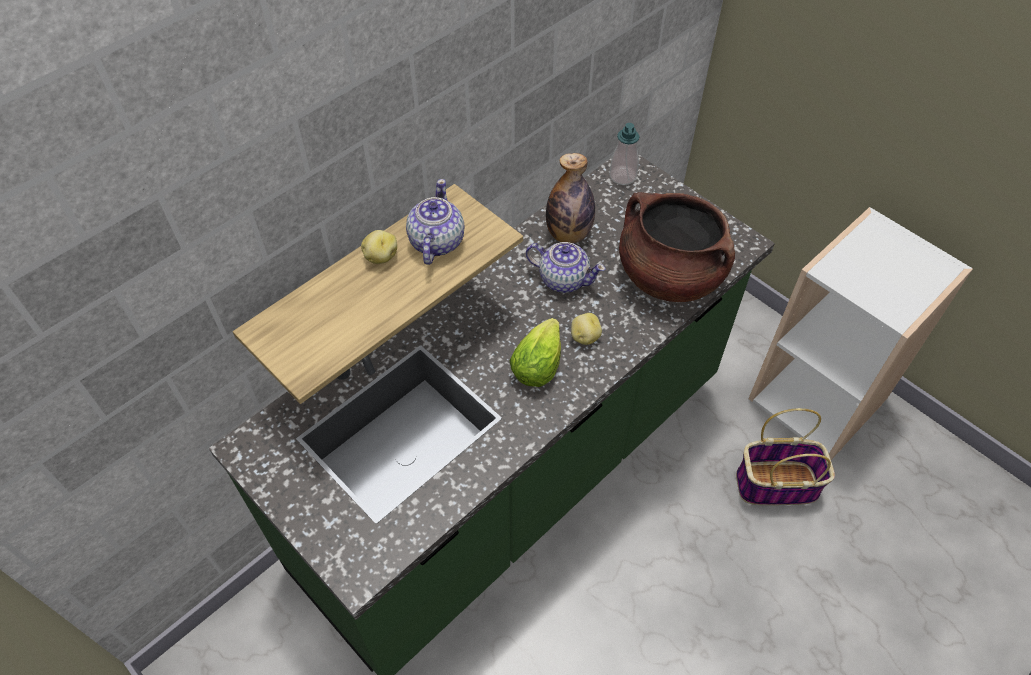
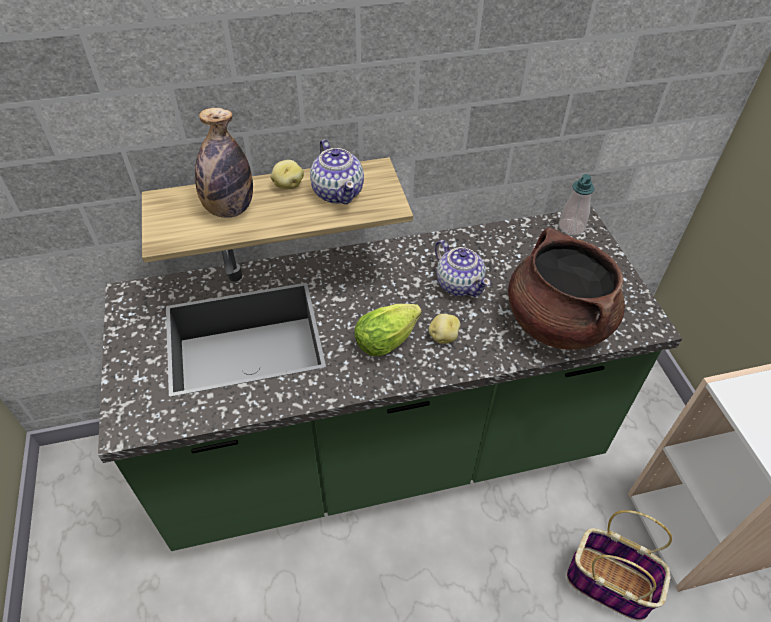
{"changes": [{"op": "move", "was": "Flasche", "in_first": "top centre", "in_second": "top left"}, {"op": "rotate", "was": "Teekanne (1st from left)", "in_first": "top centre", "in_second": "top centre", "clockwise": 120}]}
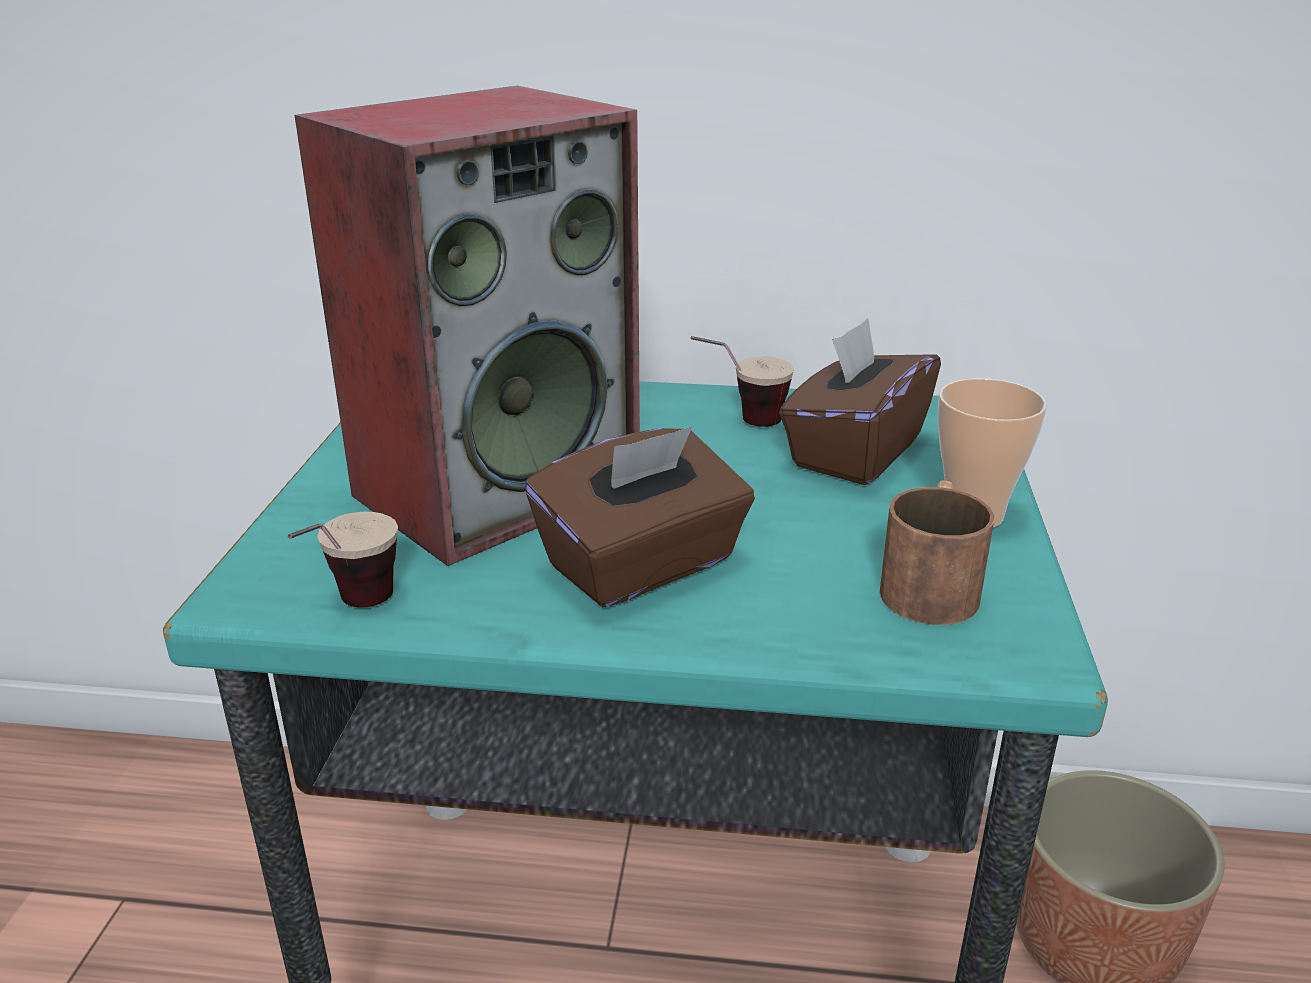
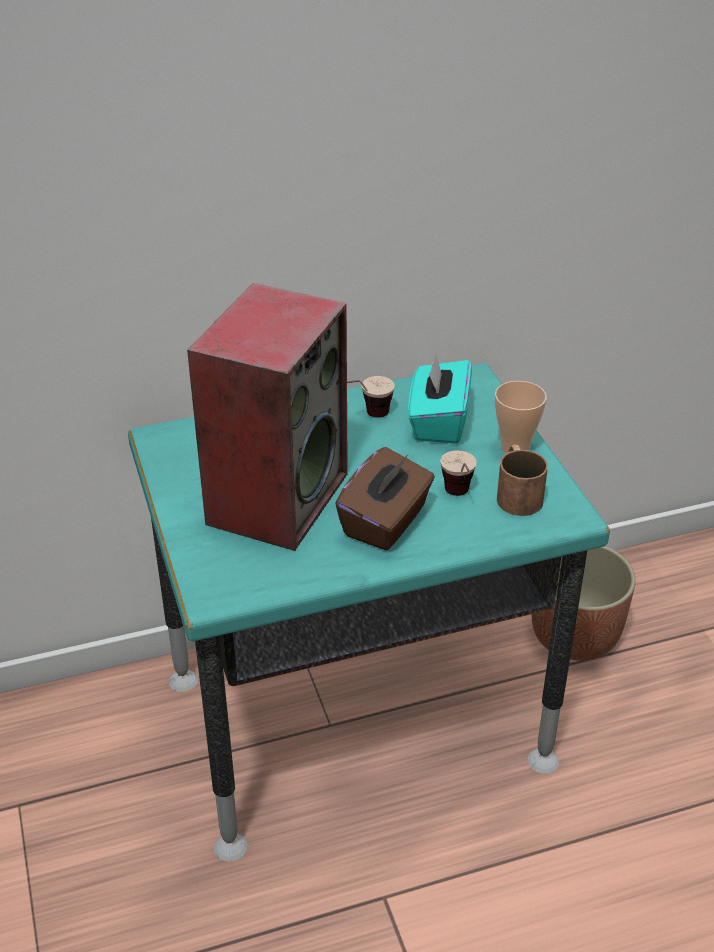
{"changes": [{"op": "recolor", "was": "Taschentuchbox (braun) (2nd from left)", "now": "Taschentuchbox (türkis)", "in_first": "centre", "in_second": "centre"}, {"op": "move", "was": "Tasse (1st from left in the first image)", "now": "Tasse (2nd from left)", "in_first": "middle left", "in_second": "centre"}]}
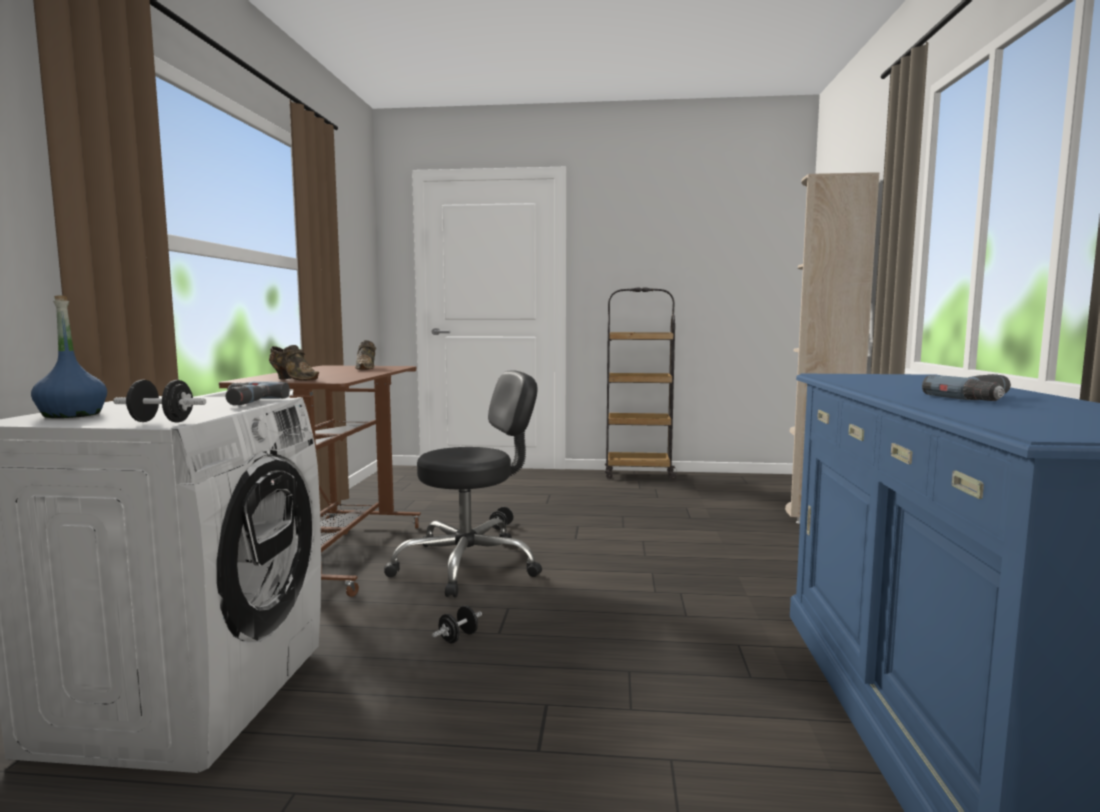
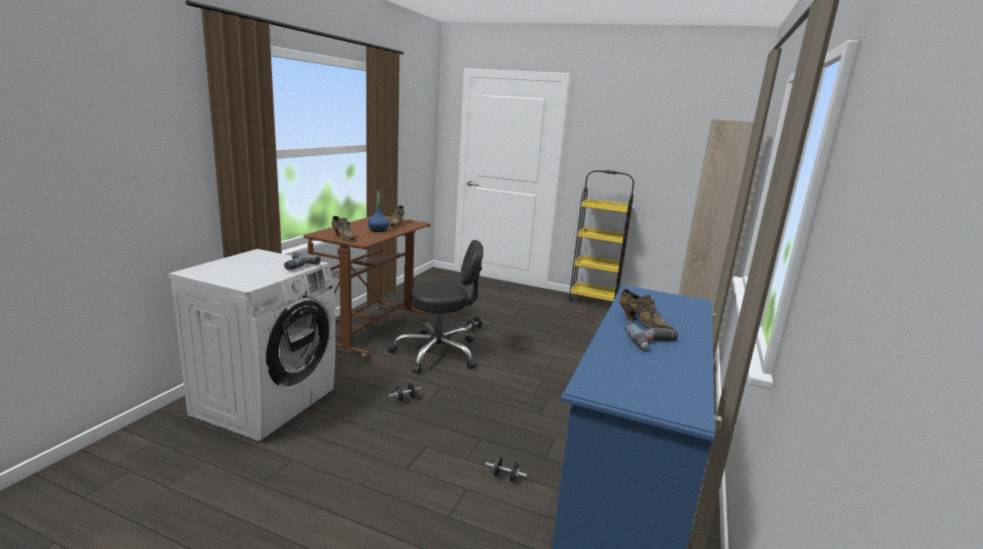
{"changes": [{"op": "recolor", "was": "Rollwagen (braun)", "now": "Rollwagen (gelb)", "in_first": "centre", "in_second": "centre"}, {"op": "move", "was": "Flasche (blau)", "in_first": "middle left", "in_second": "centre"}, {"op": "move", "was": "Hantel (schwarz) (1st from left in the first image)", "now": "Hantel (schwarz) (3rd from left)", "in_first": "middle left", "in_second": "bottom centre"}, {"op": "insert", "now": "Schuh (braun) (3rd from left)", "in_second": "centre"}]}
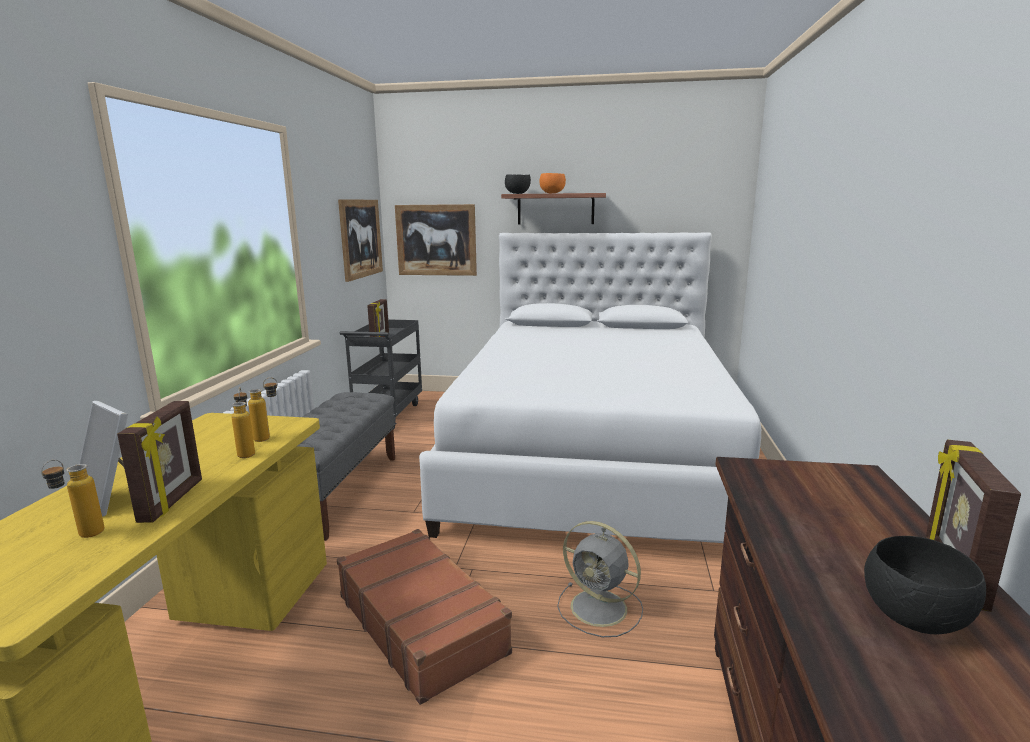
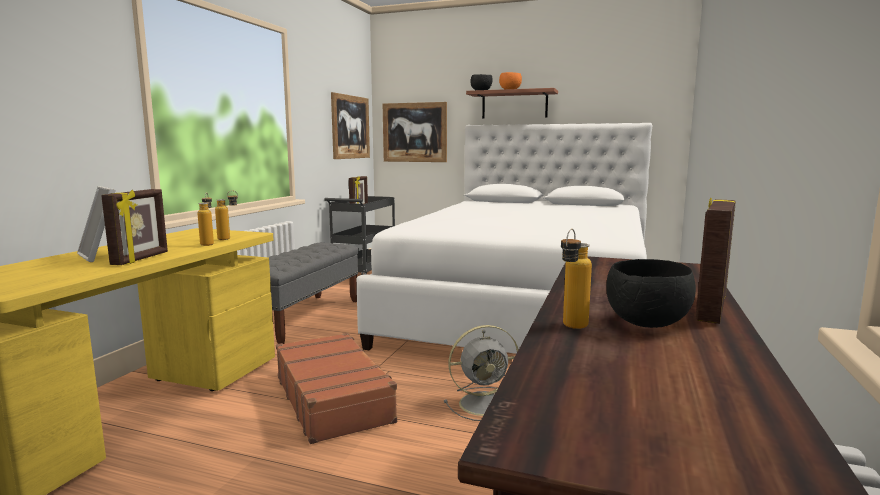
{"changes": [{"op": "move", "was": "Flasche (1st from left in the first image)", "now": "Flasche (3rd from left)", "in_first": "bottom left", "in_second": "centre"}, {"op": "rotate", "was": "Ventilator (grau)", "in_first": "bottom centre", "in_second": "bottom centre", "clockwise": -60}]}
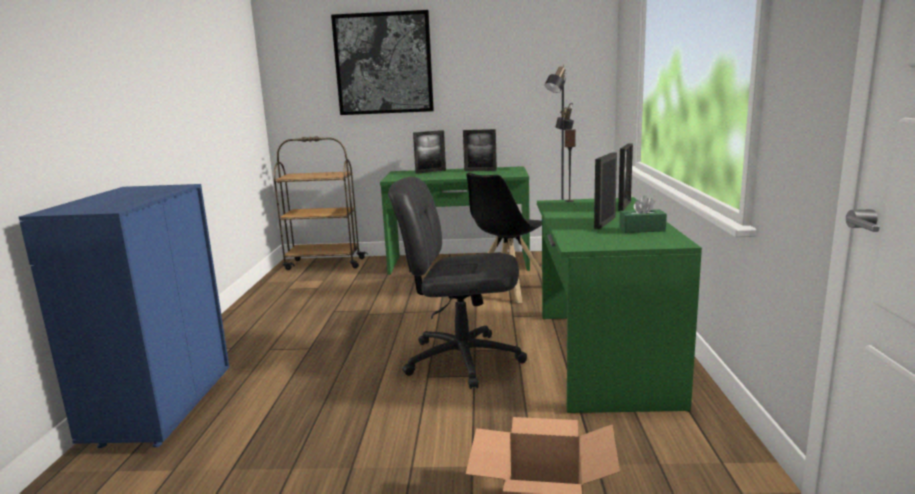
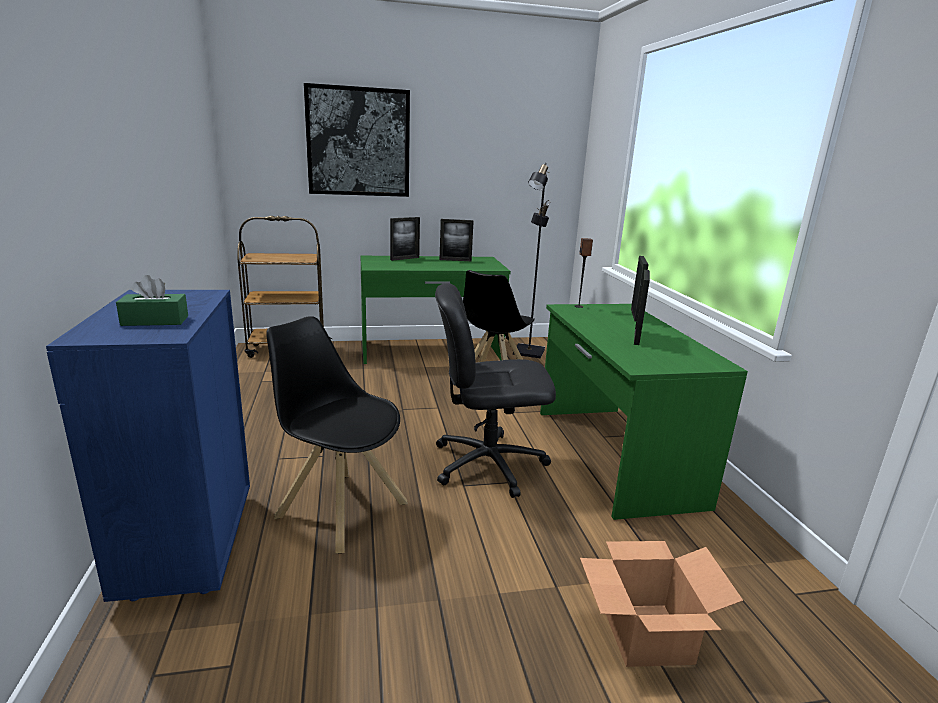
{"changes": [{"op": "move", "was": "Taschentuchbox (grün)", "in_first": "middle right", "in_second": "middle left"}, {"op": "insert", "now": "Stuhl (schwarz) (1st from left)", "in_second": "centre"}]}
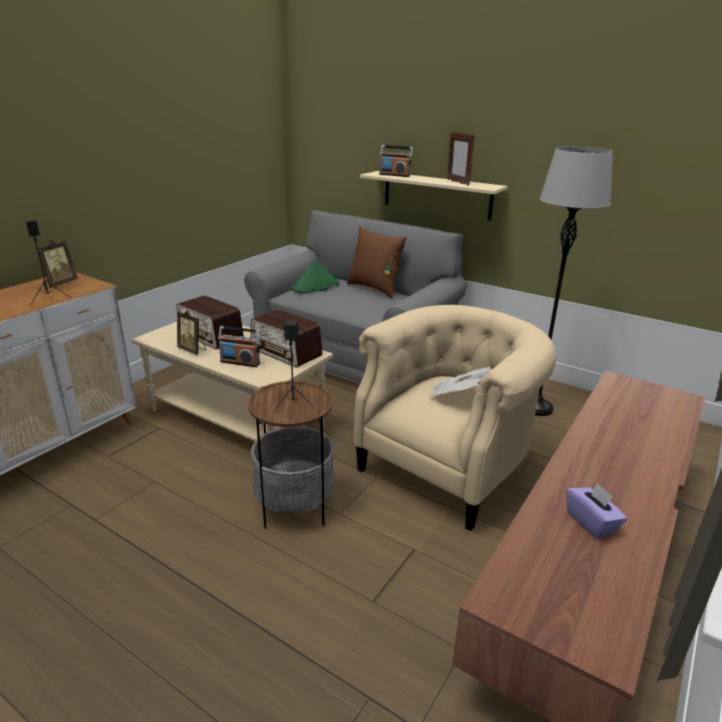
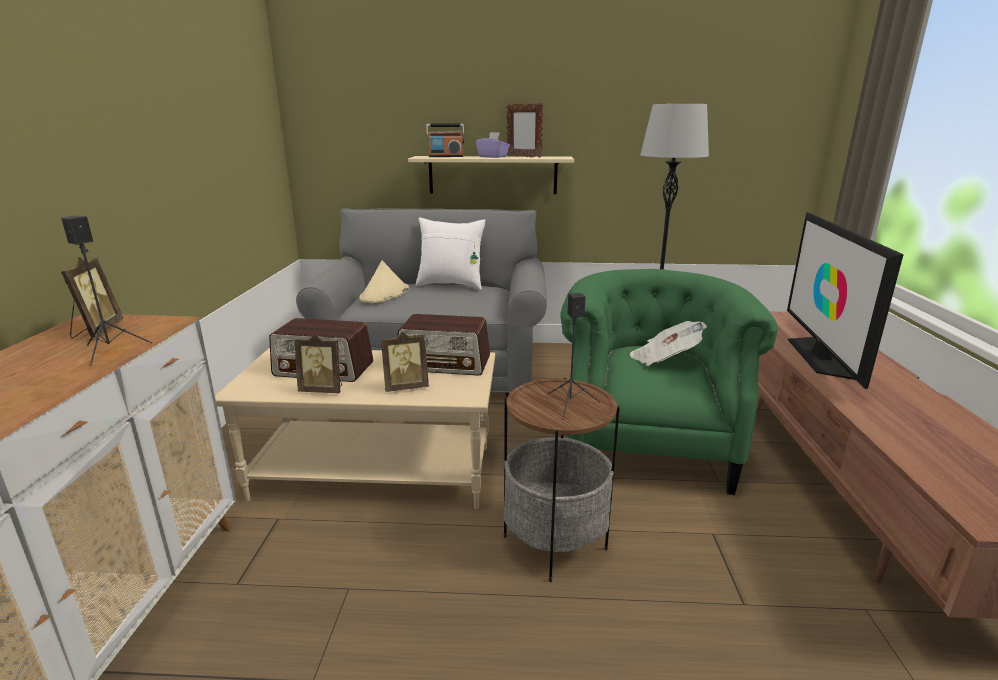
{"changes": [{"op": "recolor", "was": "Kissen (braun)", "now": "Kissen (weiß)", "in_first": "centre", "in_second": "centre"}, {"op": "recolor", "was": "Hut (grün)", "now": "Hut (beige)", "in_first": "centre", "in_second": "centre"}, {"op": "recolor", "was": "Sessel (beige)", "now": "Sessel (grün)", "in_first": "centre", "in_second": "middle right"}, {"op": "replace", "was": "Radio (2nd from left)", "now": "Bilderrahmen (3rd from left)", "in_first": "middle left", "in_second": "centre"}, {"op": "move", "was": "Taschentuchbox (lila)", "in_first": "bottom right", "in_second": "top centre"}, {"op": "insert", "now": "Fernseher", "in_second": "middle right"}]}
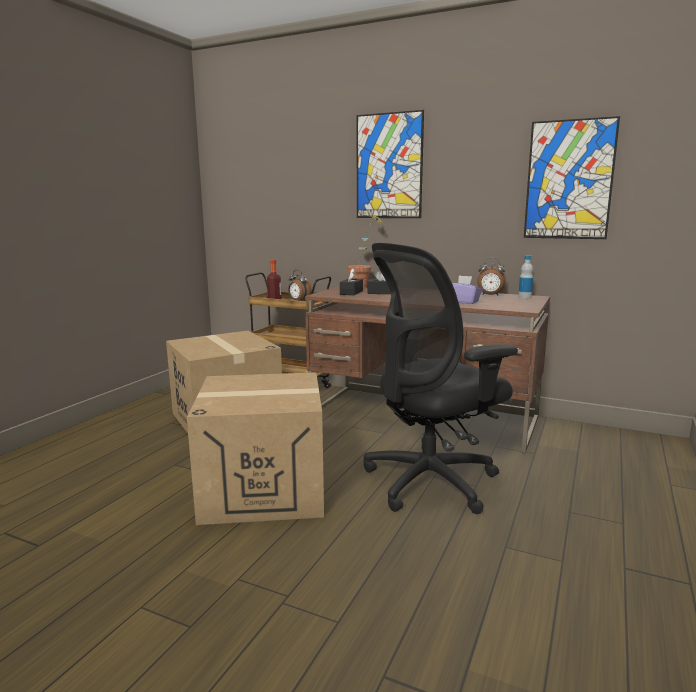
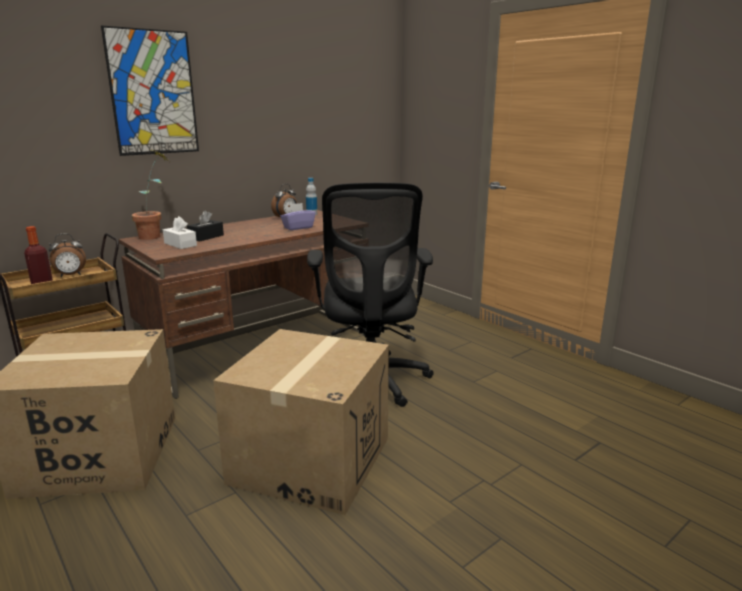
{"changes": [{"op": "delete", "was": "Bild (2nd from left)", "in_first": "top right"}, {"op": "recolor", "was": "Taschentuchbox (schwarz) (1st from left)", "now": "Taschentuchbox (weiß)", "in_first": "centre", "in_second": "middle left"}]}
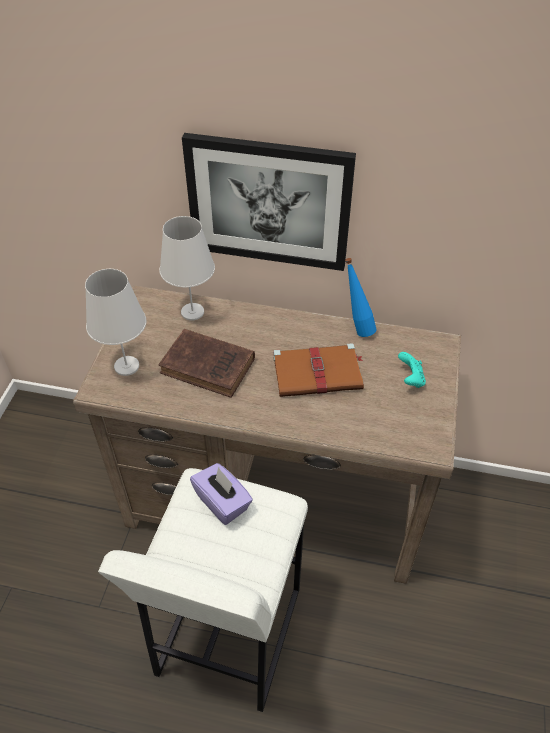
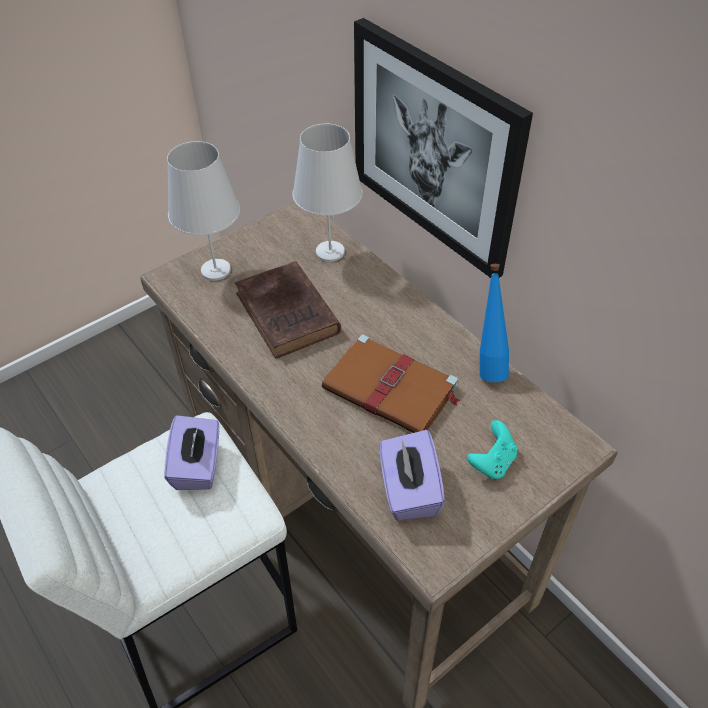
{"changes": [{"op": "insert", "now": "Taschentuchbox (lila) (2nd from left)", "in_second": "bottom centre"}]}
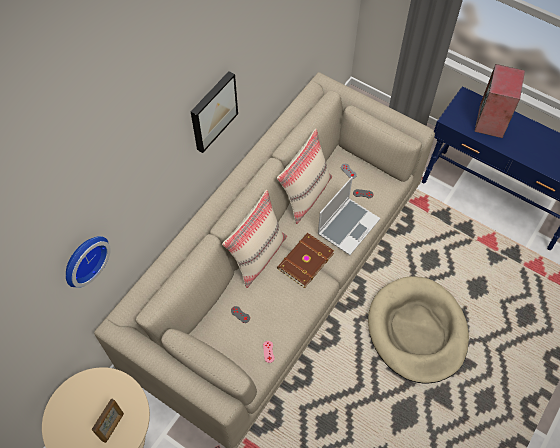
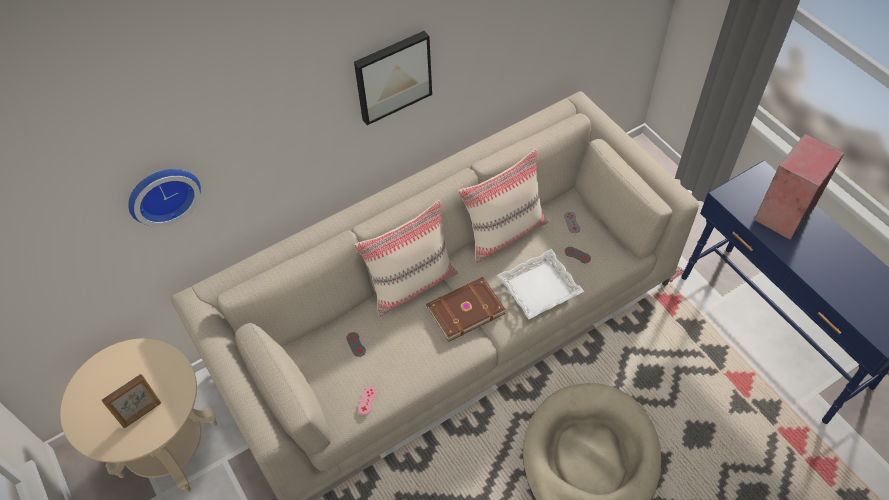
{"changes": [{"op": "replace", "was": "Laptop", "now": "Tablett (weiß)", "in_first": "centre", "in_second": "centre"}]}
